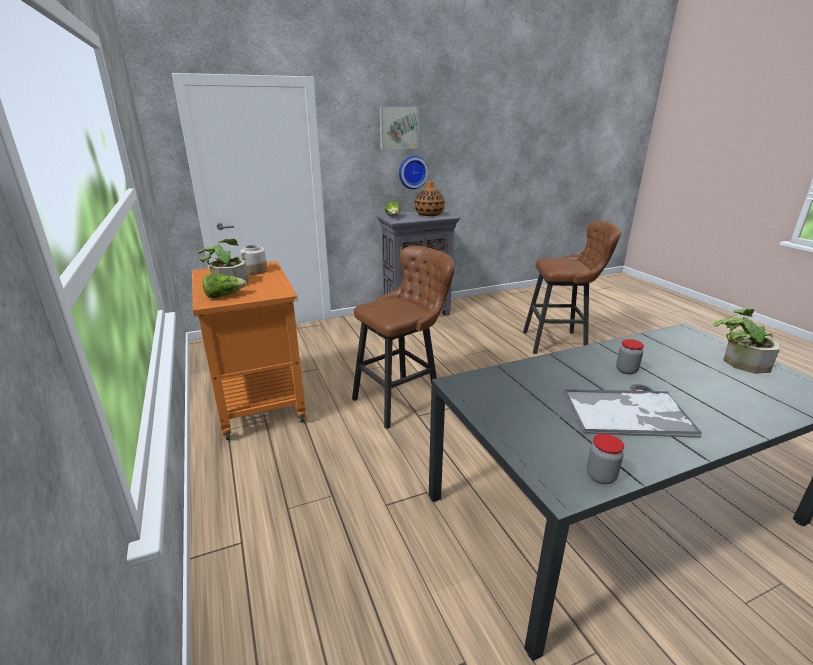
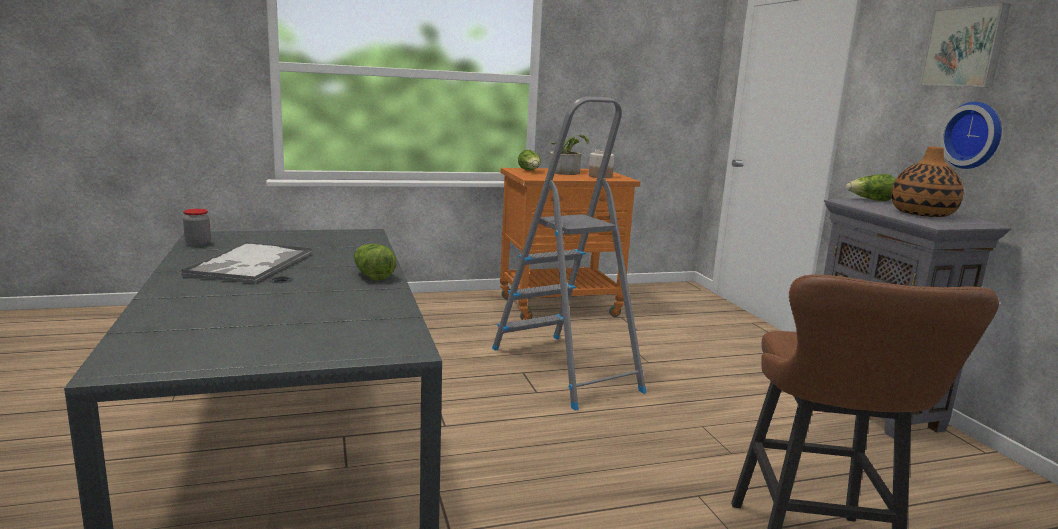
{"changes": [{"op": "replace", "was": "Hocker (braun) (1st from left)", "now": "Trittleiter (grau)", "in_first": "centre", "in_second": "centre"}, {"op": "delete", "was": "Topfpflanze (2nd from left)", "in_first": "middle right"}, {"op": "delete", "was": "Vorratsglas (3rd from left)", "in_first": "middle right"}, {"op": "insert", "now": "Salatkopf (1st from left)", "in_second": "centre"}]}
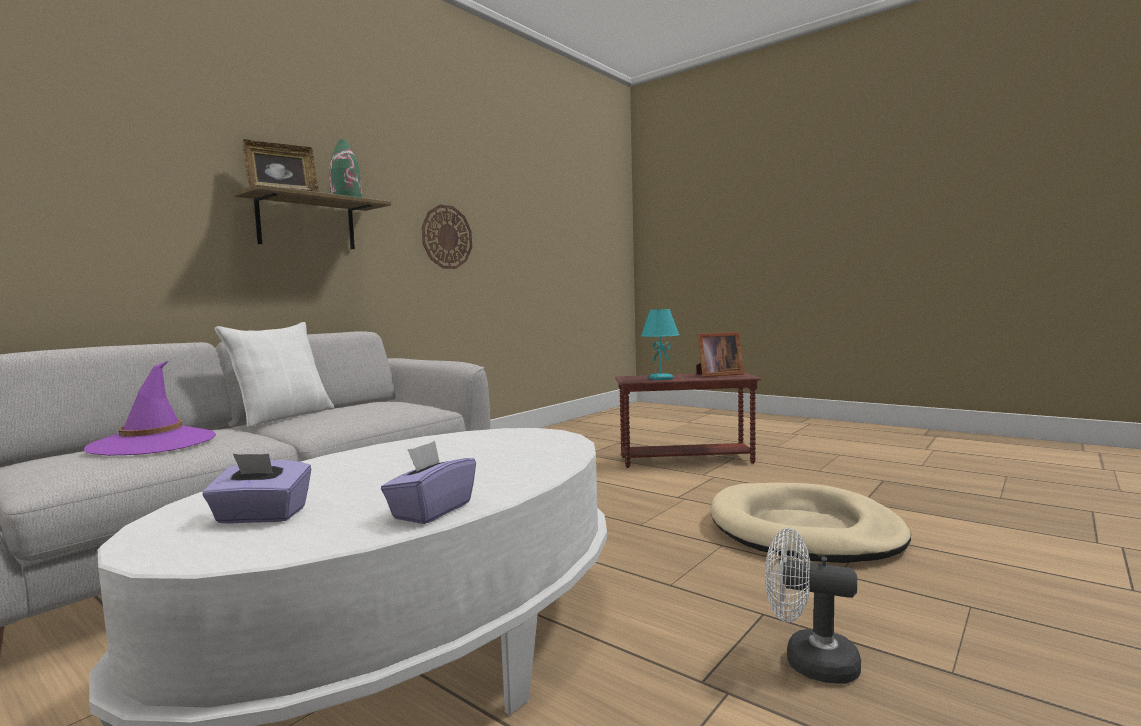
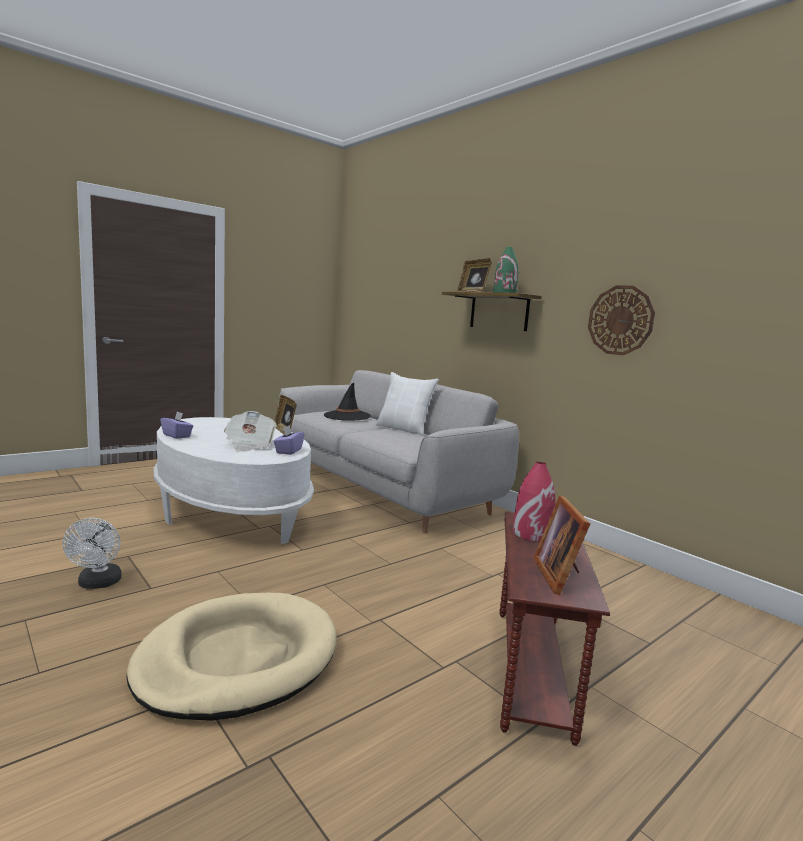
{"changes": [{"op": "replace", "was": "Tischlampe (türkis)", "now": "Vase (rot)", "in_first": "centre", "in_second": "centre"}, {"op": "recolor", "was": "Hut (lila)", "now": "Hut (schwarz)", "in_first": "middle left", "in_second": "centre"}, {"op": "move", "was": "Taschentuchbox (lila) (1st from left in the first image)", "now": "Taschentuchbox (lila) (2nd from left)", "in_first": "bottom left", "in_second": "centre"}, {"op": "rotate", "was": "Ventilator (weiß)", "in_first": "bottom right", "in_second": "middle left", "clockwise": 135}, {"op": "insert", "now": "Bilderrahmen (1st from left)", "in_second": "centre"}, {"op": "insert", "now": "Zeitung", "in_second": "middle left"}]}
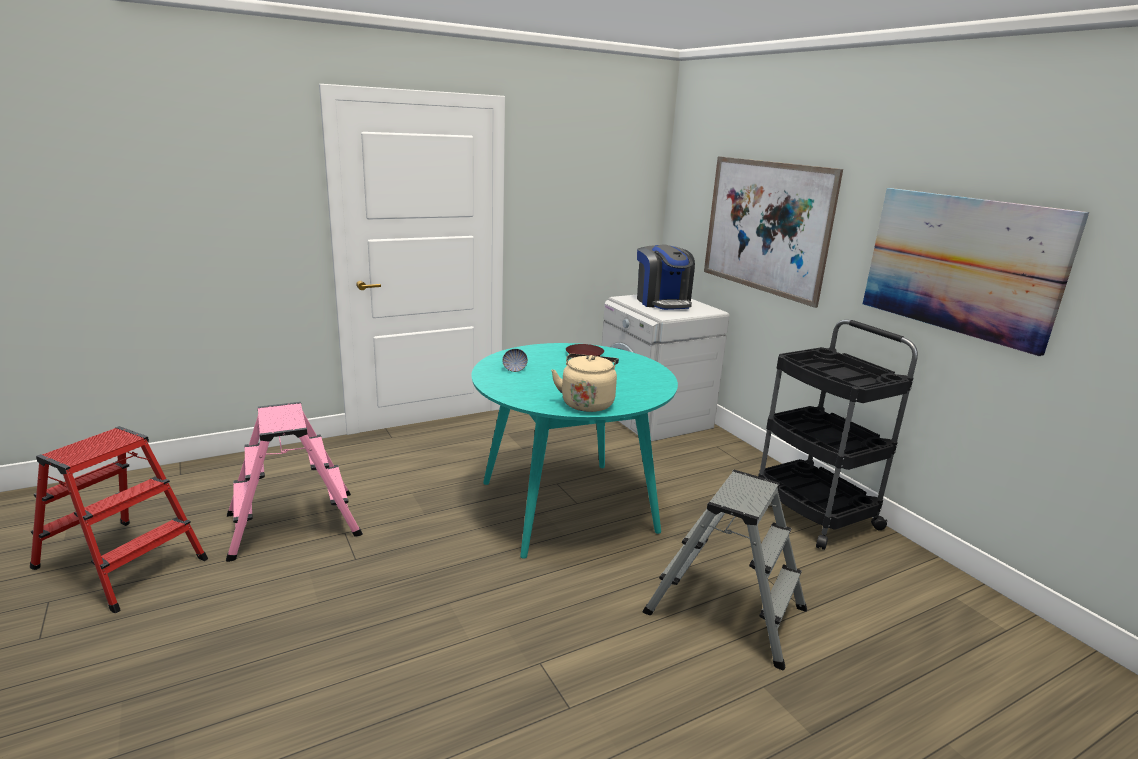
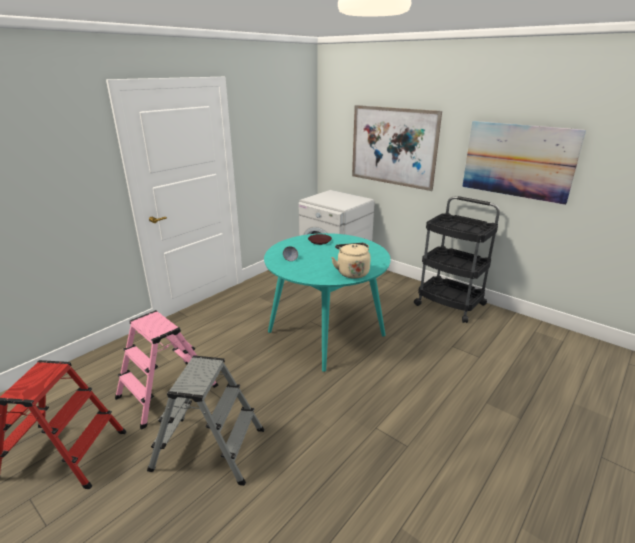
{"changes": [{"op": "delete", "was": "Kaffeemaschine", "in_first": "centre"}, {"op": "move", "was": "Trittleiter (grau)", "in_first": "bottom centre", "in_second": "bottom left"}]}
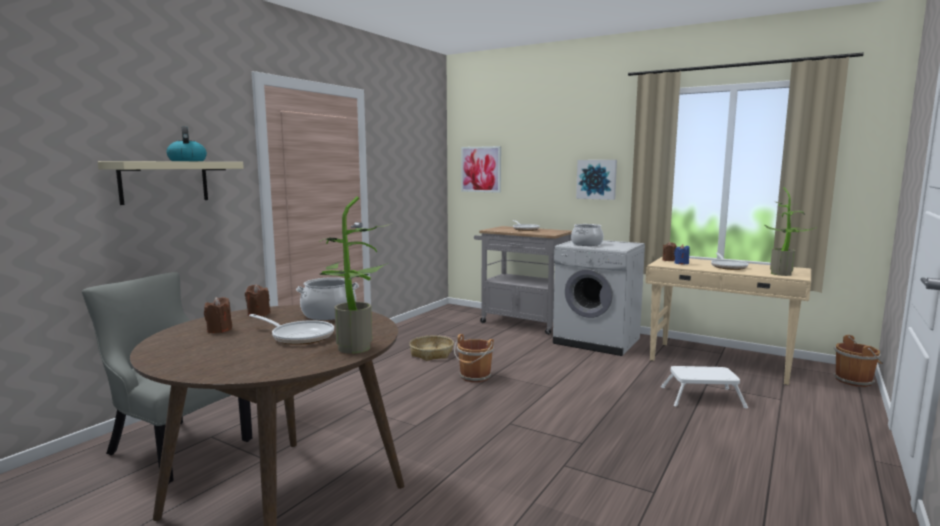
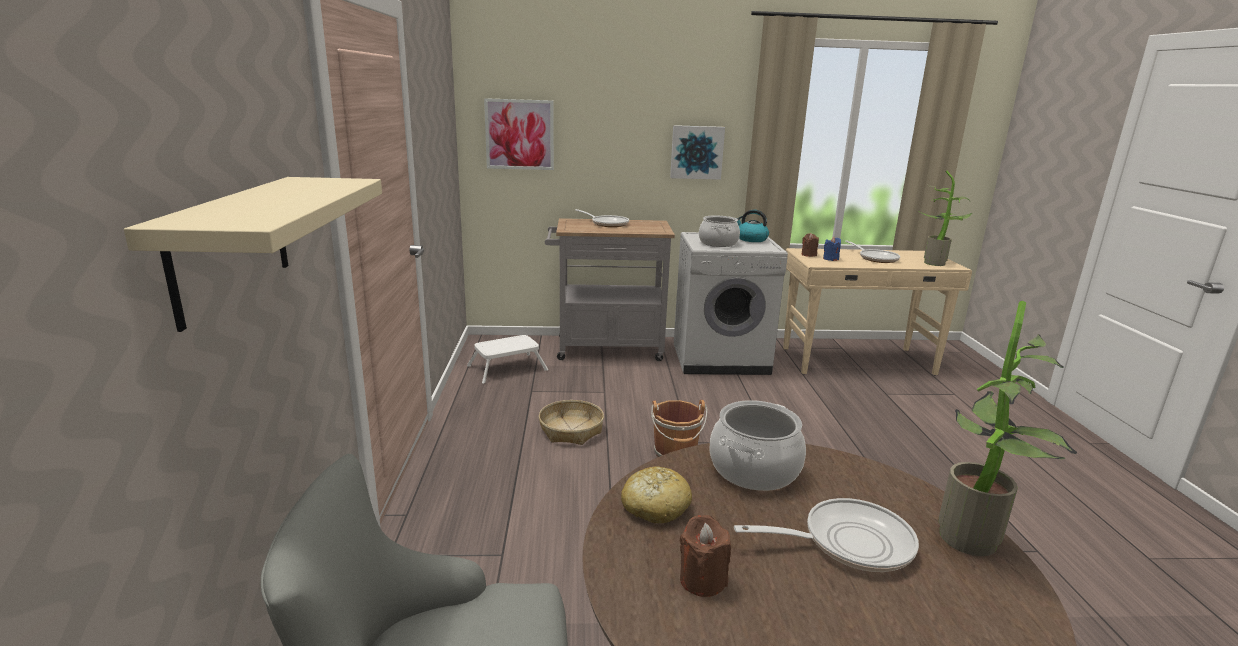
{"changes": [{"op": "move", "was": "Wasserkessel", "in_first": "top left", "in_second": "centre"}, {"op": "replace", "was": "Kerze (braun) (2nd from left)", "now": "Brot", "in_first": "middle left", "in_second": "bottom centre"}, {"op": "delete", "was": "Eimer (braun) (2nd from left)", "in_first": "bottom right"}, {"op": "move", "was": "Trittleiter (weiß)", "in_first": "bottom right", "in_second": "centre"}]}
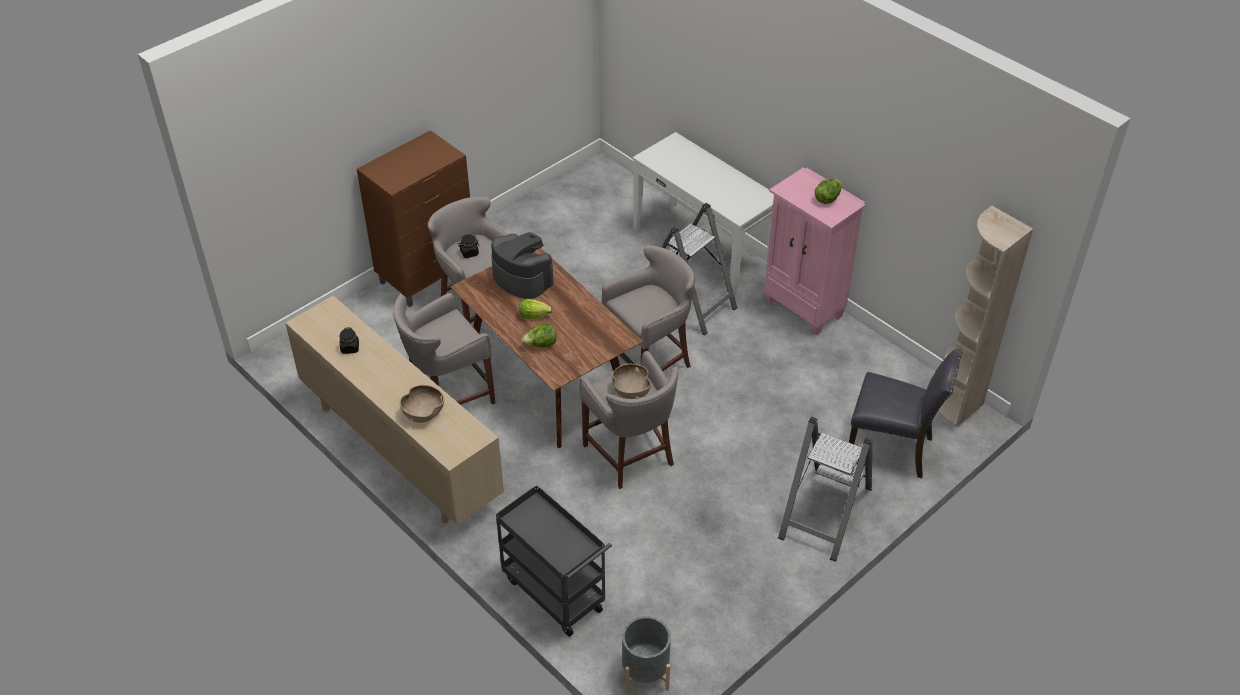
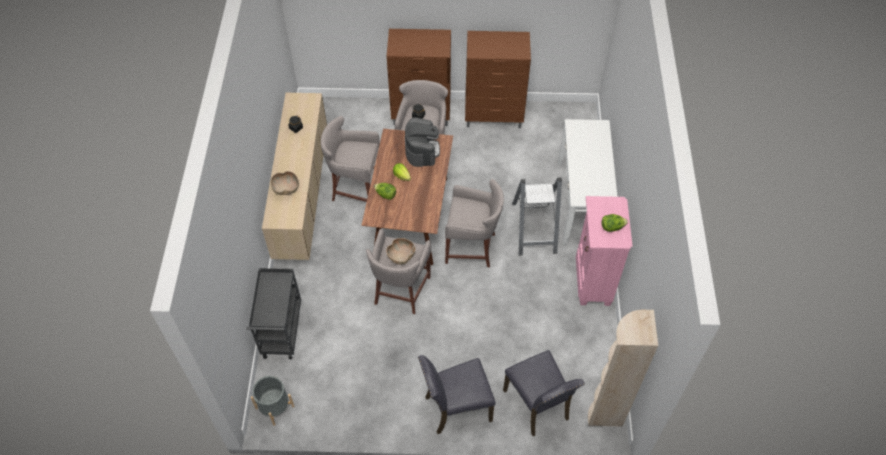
{"changes": [{"op": "replace", "was": "Trittleiter (grau) (2nd from left)", "now": "Stuhl (grau) (1st from left)", "in_first": "bottom centre", "in_second": "bottom centre"}, {"op": "insert", "now": "Kommode (braun) (2nd from left)", "in_second": "top centre"}]}
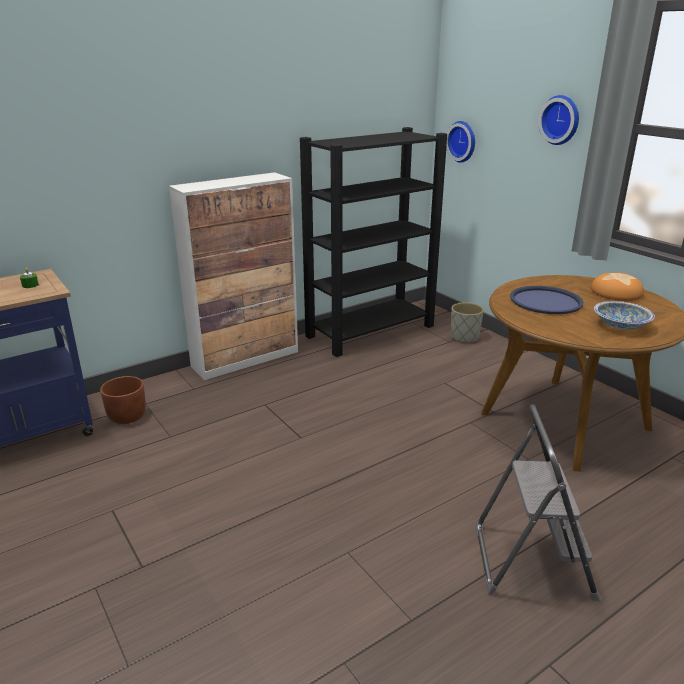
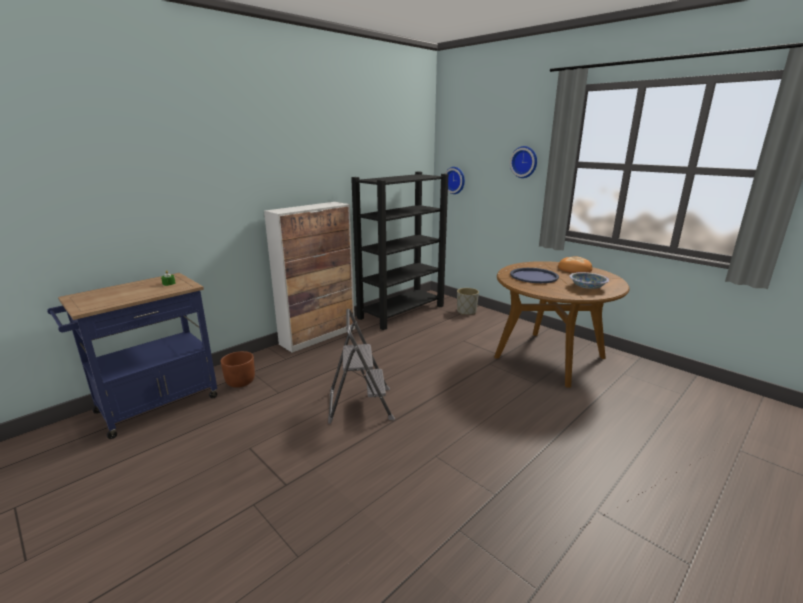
{"changes": [{"op": "move", "was": "Trittleiter (grau)", "in_first": "bottom right", "in_second": "centre"}]}
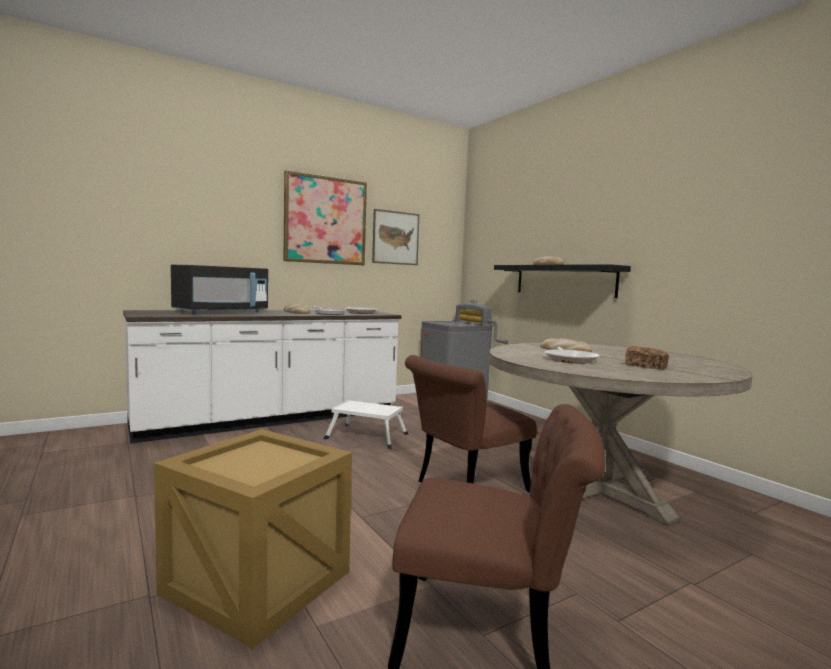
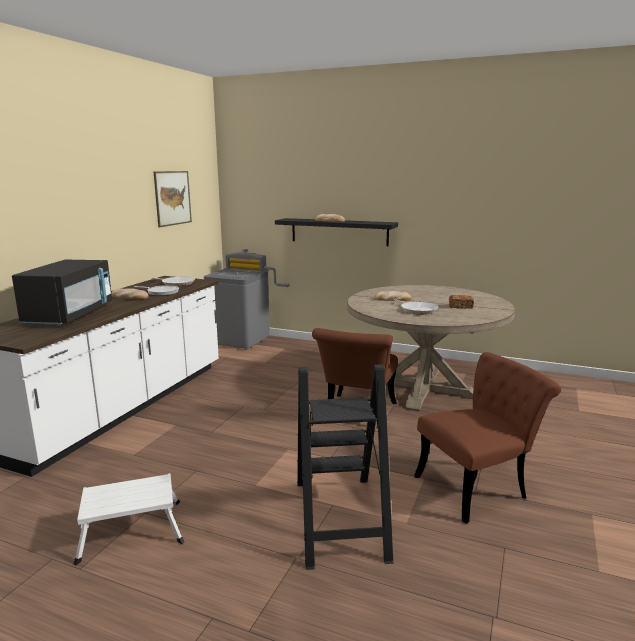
{"changes": [{"op": "delete", "was": "Bild (1st from left)", "in_first": "top centre"}, {"op": "move", "was": "Trittleiter (weiß)", "in_first": "centre", "in_second": "bottom left"}, {"op": "replace", "was": "Kiste", "now": "Trittleiter (schwarz)", "in_first": "bottom left", "in_second": "bottom centre"}]}
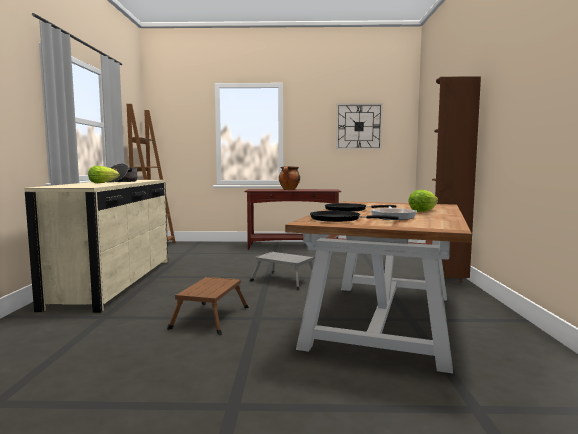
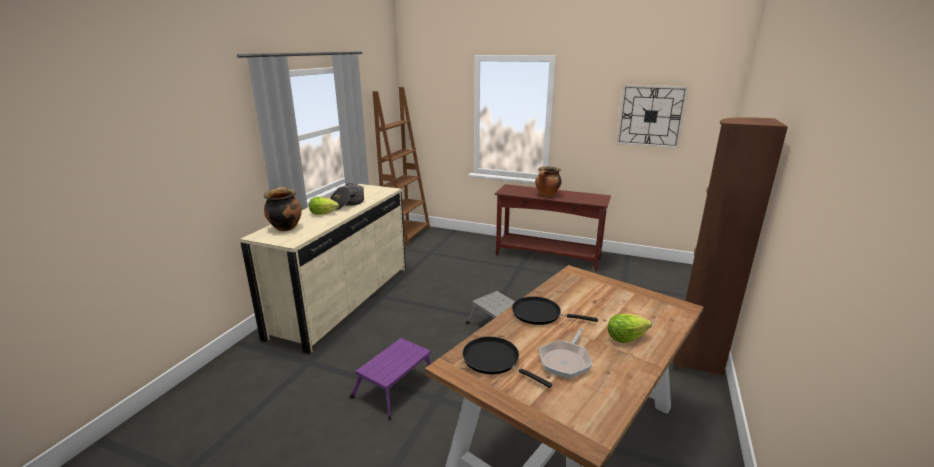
{"changes": [{"op": "recolor", "was": "Trittleiter (braun)", "now": "Trittleiter (lila)", "in_first": "bottom centre", "in_second": "bottom centre"}, {"op": "insert", "now": "Kochtopf (1st from left)", "in_second": "middle left"}]}
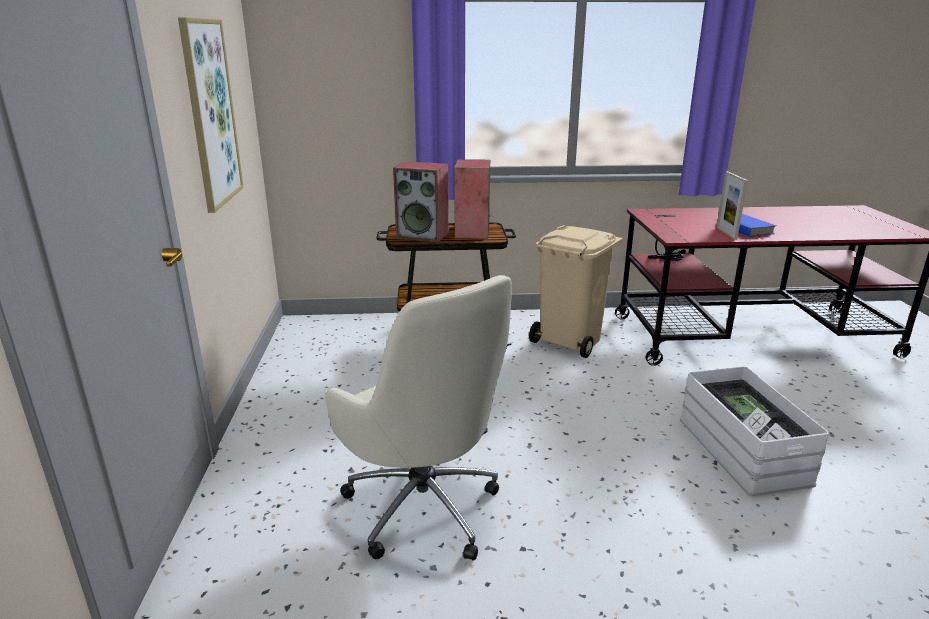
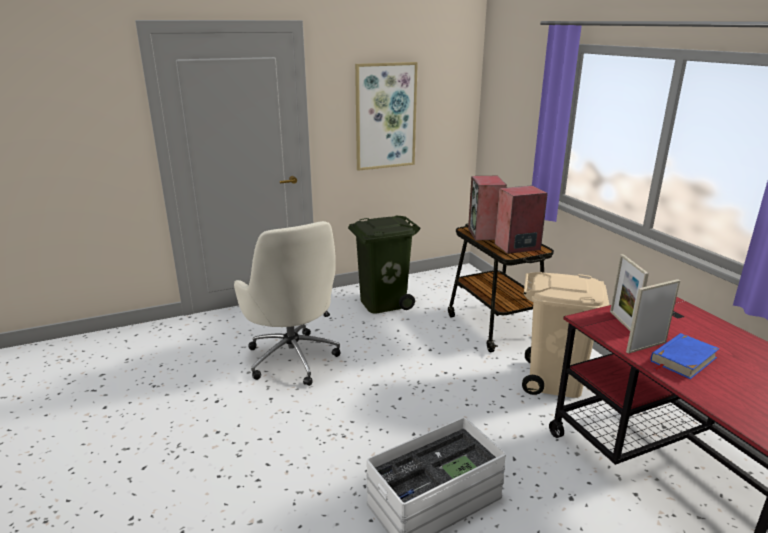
{"changes": [{"op": "rotate", "was": "Bürostuhl (beige)", "in_first": "bottom centre", "in_second": "centre", "clockwise": -60}, {"op": "insert", "now": "Mülleimer (grün)", "in_second": "centre"}, {"op": "insert", "now": "Bilderrahmen (1st from left)", "in_second": "middle right"}]}
